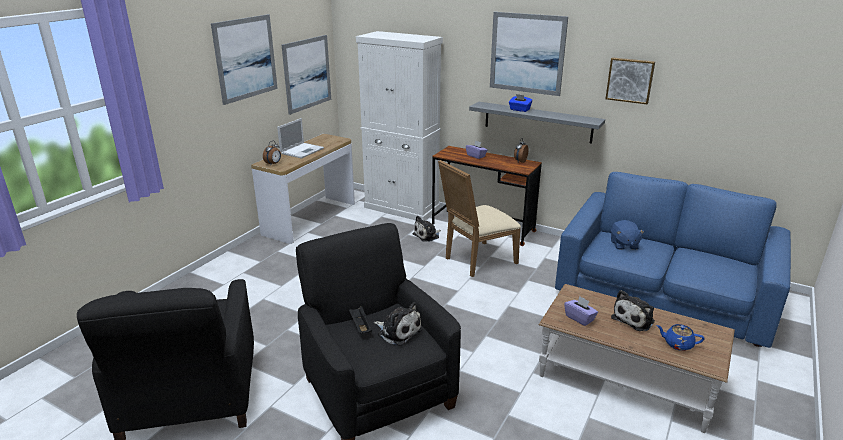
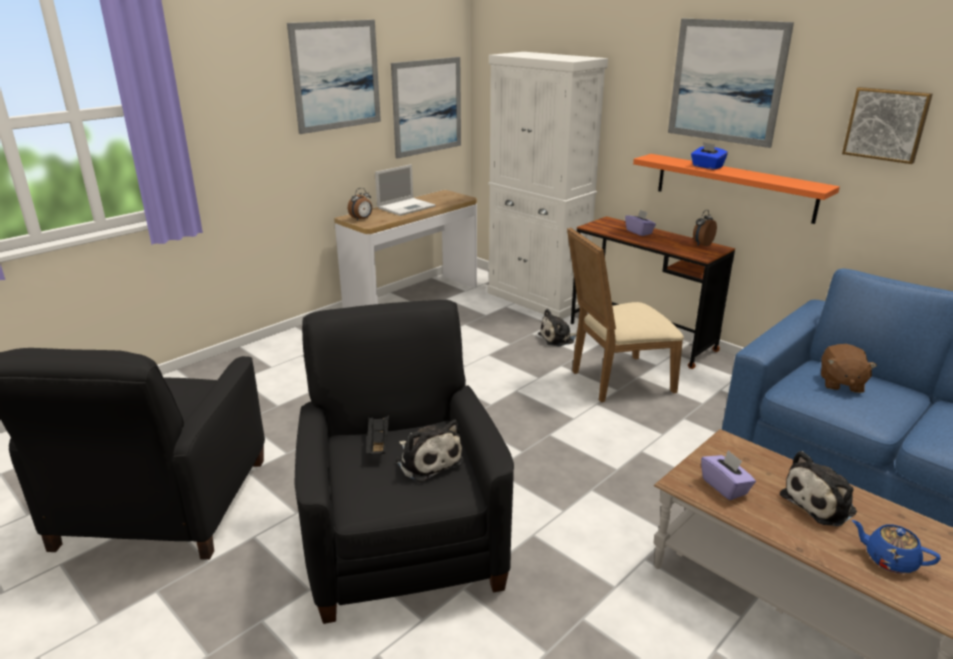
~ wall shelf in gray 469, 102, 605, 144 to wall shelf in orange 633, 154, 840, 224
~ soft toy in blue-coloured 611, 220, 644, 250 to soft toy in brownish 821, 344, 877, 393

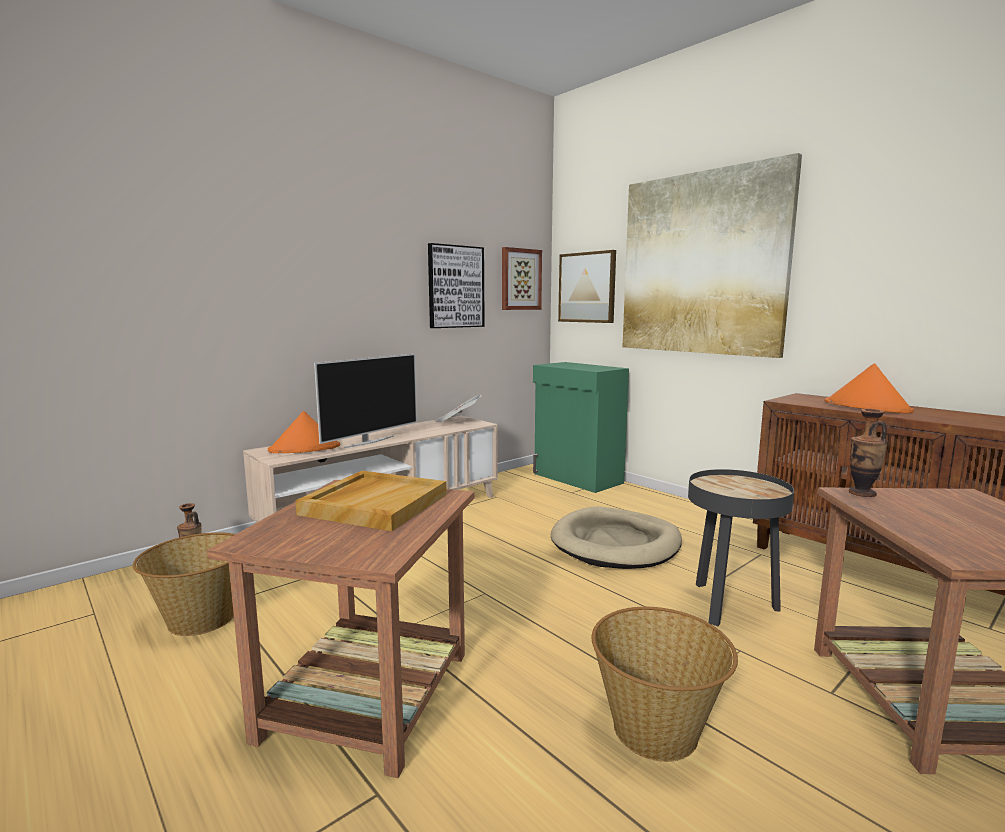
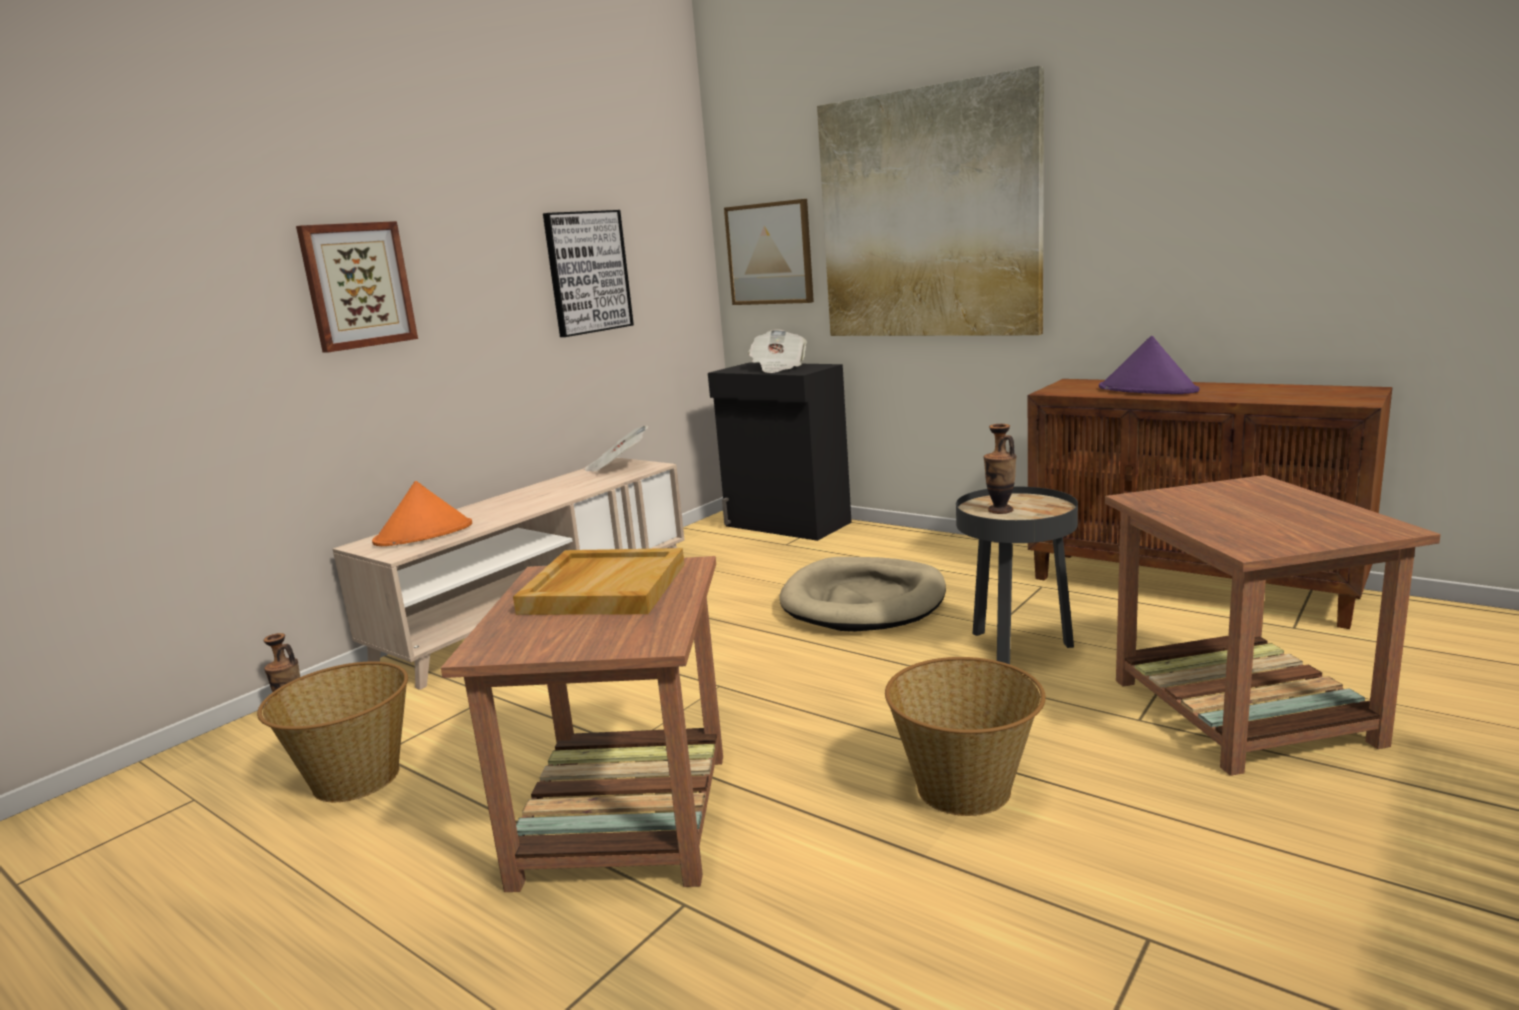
~ wall picture 502, 247, 542, 310 to 296, 221, 418, 353
~ cabinet in green-coloured 533, 362, 629, 493 to cabinet in black-coloured 708, 363, 852, 541
+ daily paper 748, 329, 807, 373
~ decorative vase 849, 409, 888, 497 to 984, 424, 1017, 514
~ clothing hat in orange 825, 363, 914, 413 to clothing hat in purple 1099, 336, 1199, 394
- TV 314, 354, 417, 448

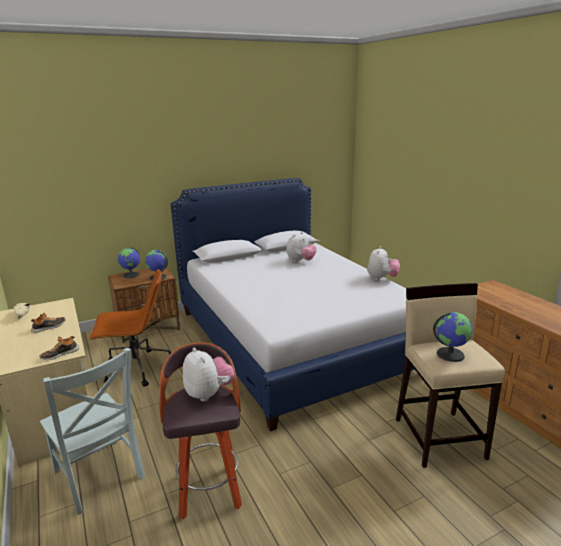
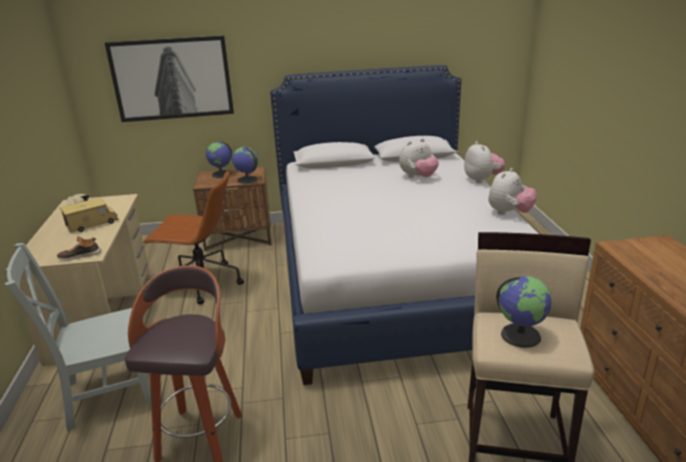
~ plain chair in gray 40, 348, 145, 515 = 5, 243, 151, 431 90 degrees clockwise
~ shoe 31, 313, 66, 332 to toy truck 60, 198, 118, 232
+ wall picture 105, 35, 234, 122
~ soft toy 183, 347, 234, 402 to 464, 141, 505, 183

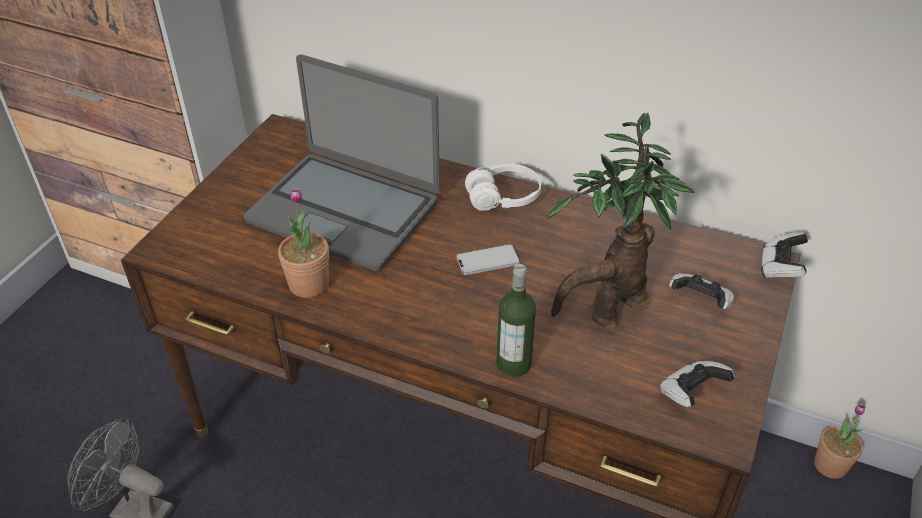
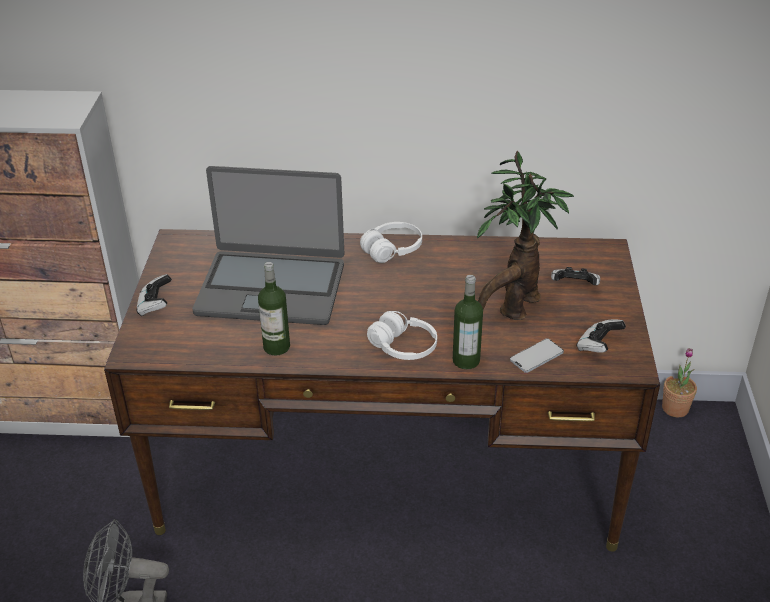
~ gamepad 761, 232, 808, 278 to 137, 274, 172, 316
~ houseplant 278, 188, 329, 298 to bottle 258, 262, 290, 355
+ pair of headphones in white 367, 311, 437, 360
~ handset 456, 244, 520, 275 to 510, 338, 564, 373

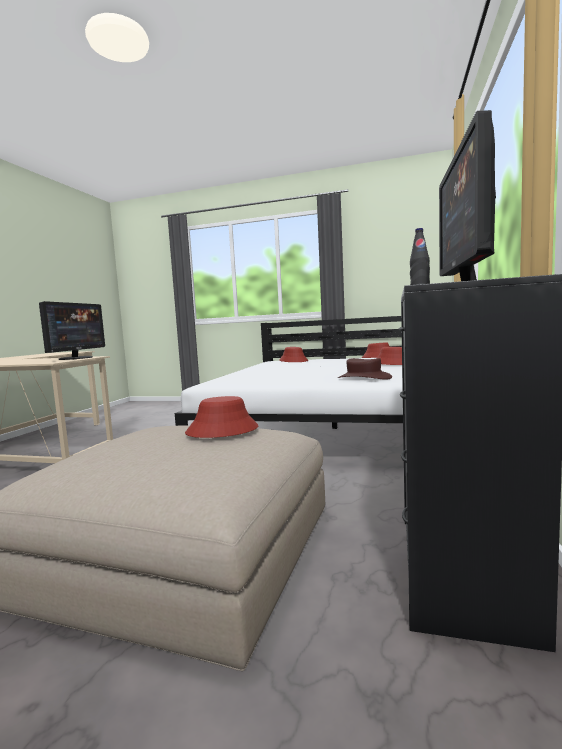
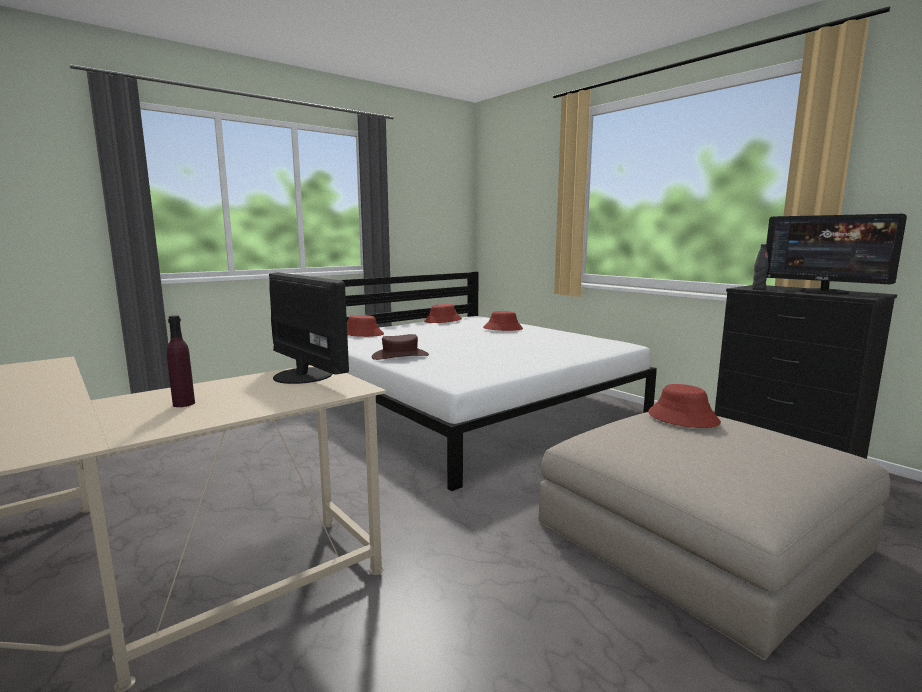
+ bottle in purple 167, 315, 195, 407
~ clothing hat in brownish 338, 358, 392, 379 to 372, 334, 429, 360

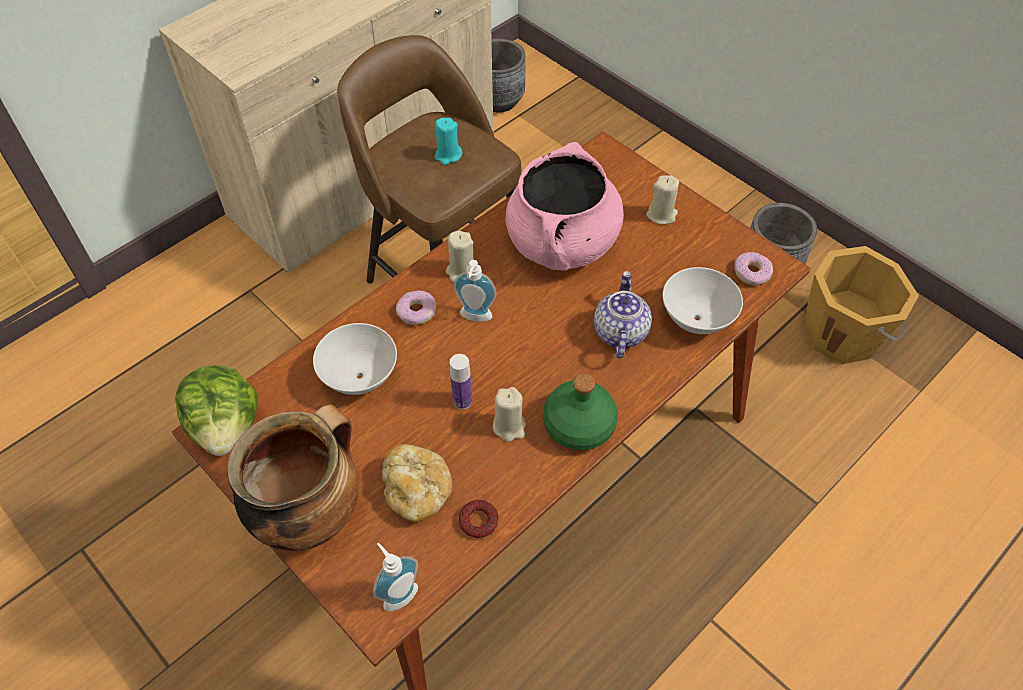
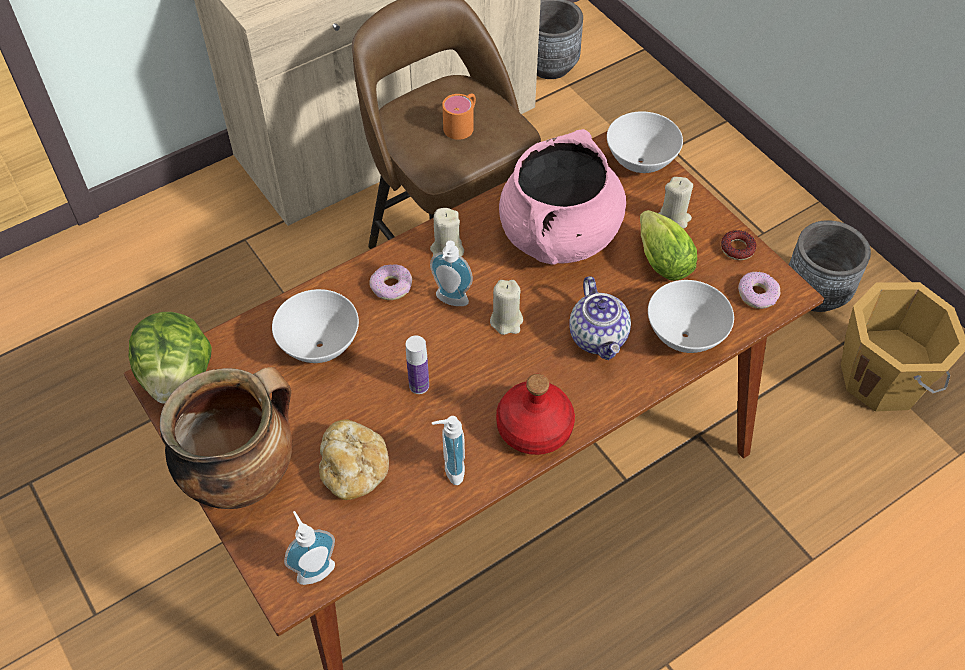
+ soap bottle 432, 416, 465, 485
~ wax candle in turquoise 435, 118, 462, 165 to coffee mug in orange 442, 93, 476, 140
~ wax candle in beige-coloured 493, 387, 526, 442 to 490, 280, 523, 335
~ bottle in green-coloured 543, 373, 618, 450 to bottle in red 496, 374, 575, 455
~ pot for tea 594, 271, 652, 358 = 569, 276, 631, 360 150 degrees clockwise
+ bowl in white 607, 111, 683, 173
+ head of lettuce 640, 210, 697, 281
~ ring doughnut 459, 500, 499, 539 to 721, 230, 757, 260

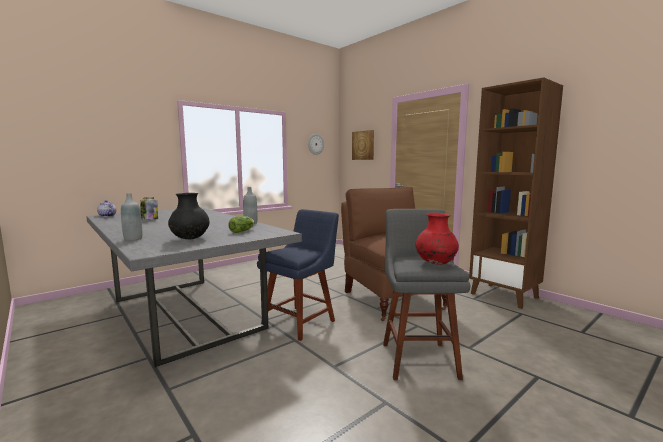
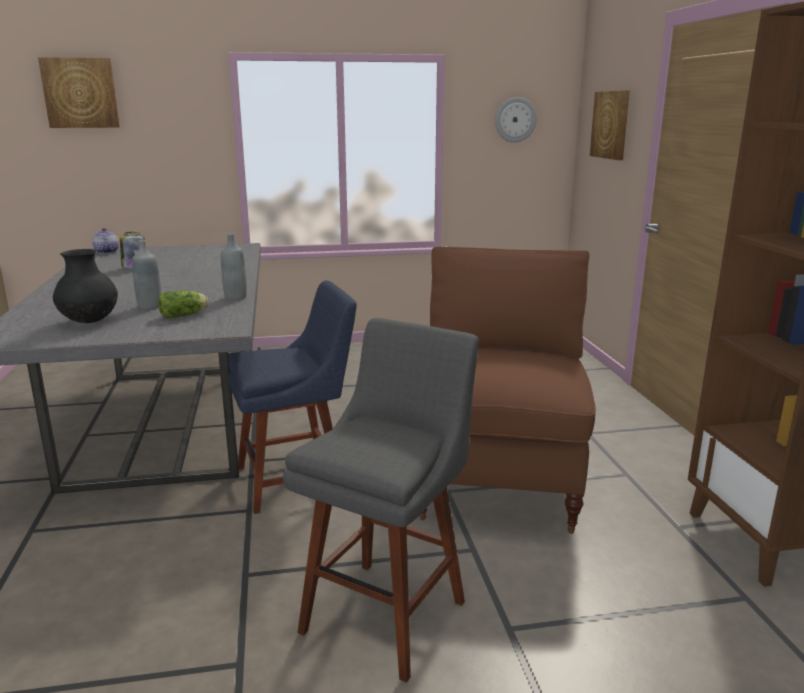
+ wall picture 38, 57, 120, 128
~ bottle in gray 121, 193, 142, 241 to 132, 240, 161, 309
- decorative vase in red 415, 213, 459, 265

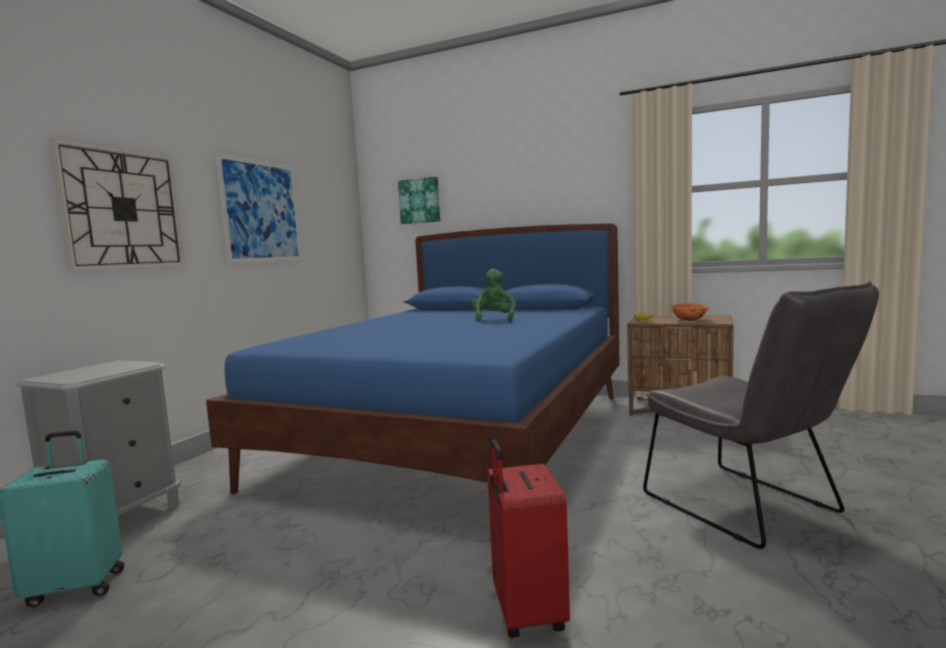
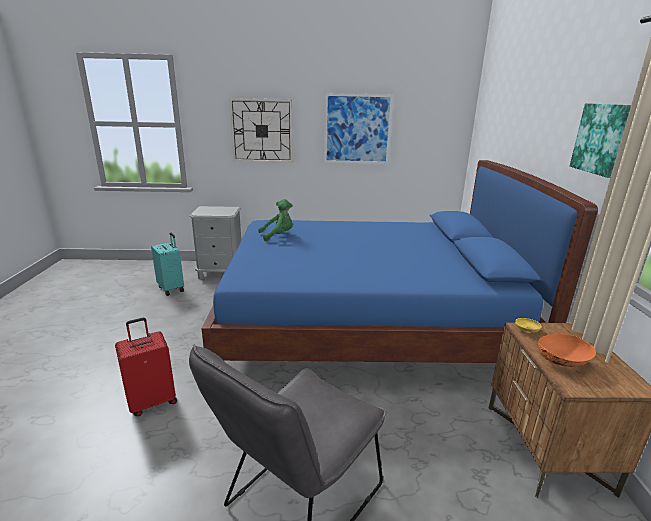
~ soft toy in green-coloured 471, 269, 516, 322 to 258, 199, 293, 241
~ wall picture 398, 177, 440, 224 to 570, 103, 631, 178

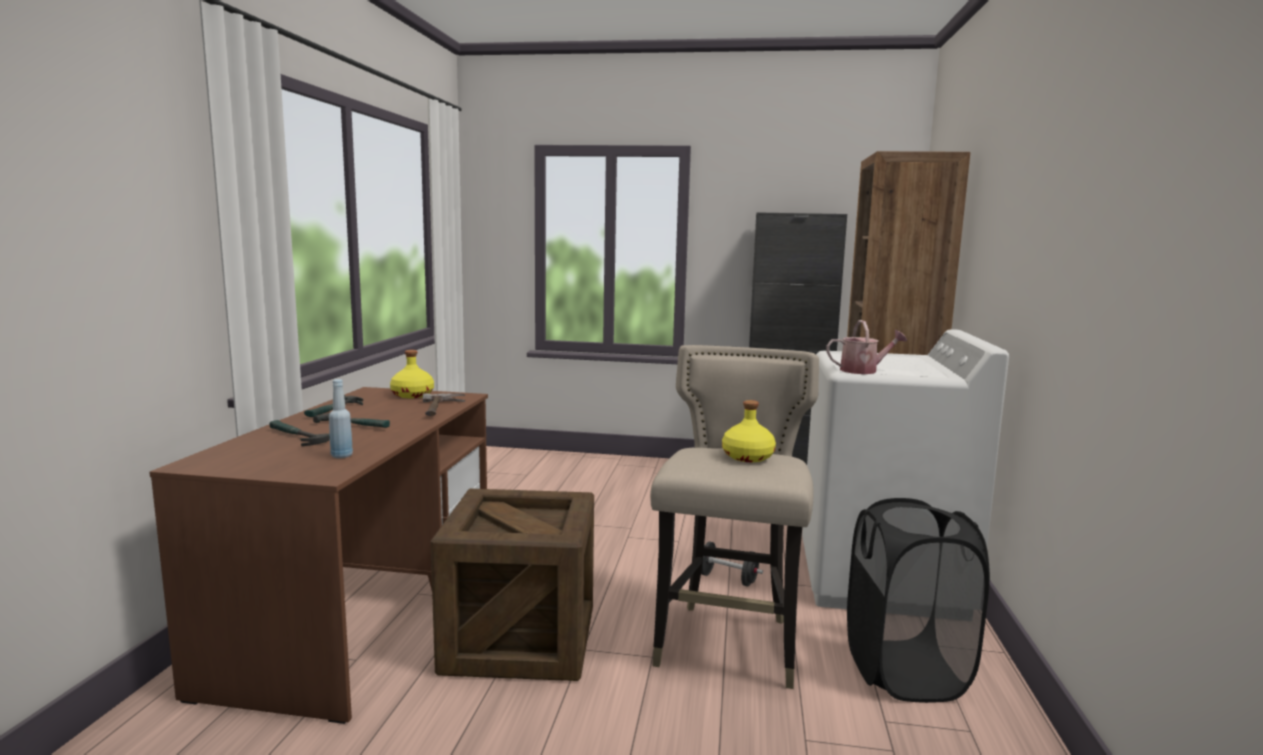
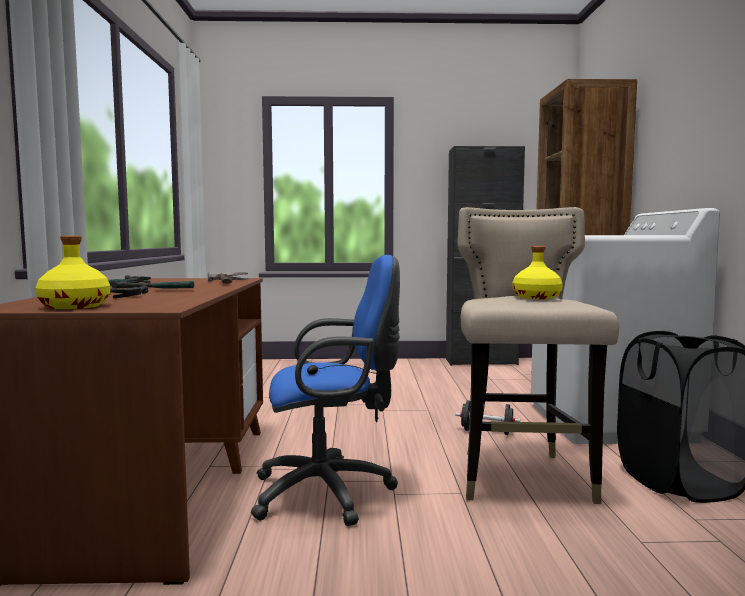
~ bottle in yellow-coloured 390, 350, 434, 398 to 36, 235, 110, 309
~ shipping crate 430, 489, 594, 681 to desk chair in blue-coloured 251, 255, 400, 526
- bottle in blue-coloured 329, 379, 353, 458
- sprinkling can 826, 320, 907, 374

